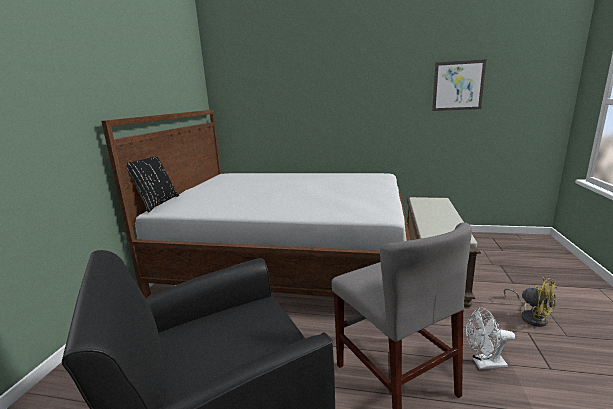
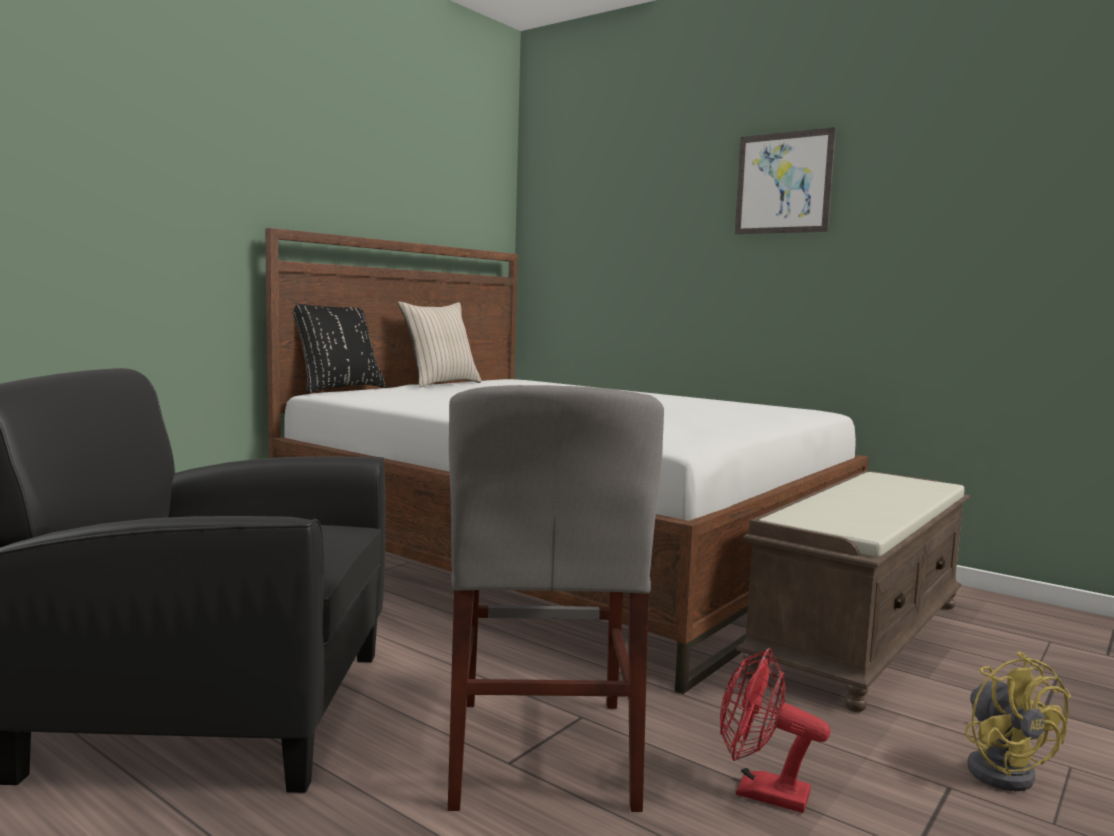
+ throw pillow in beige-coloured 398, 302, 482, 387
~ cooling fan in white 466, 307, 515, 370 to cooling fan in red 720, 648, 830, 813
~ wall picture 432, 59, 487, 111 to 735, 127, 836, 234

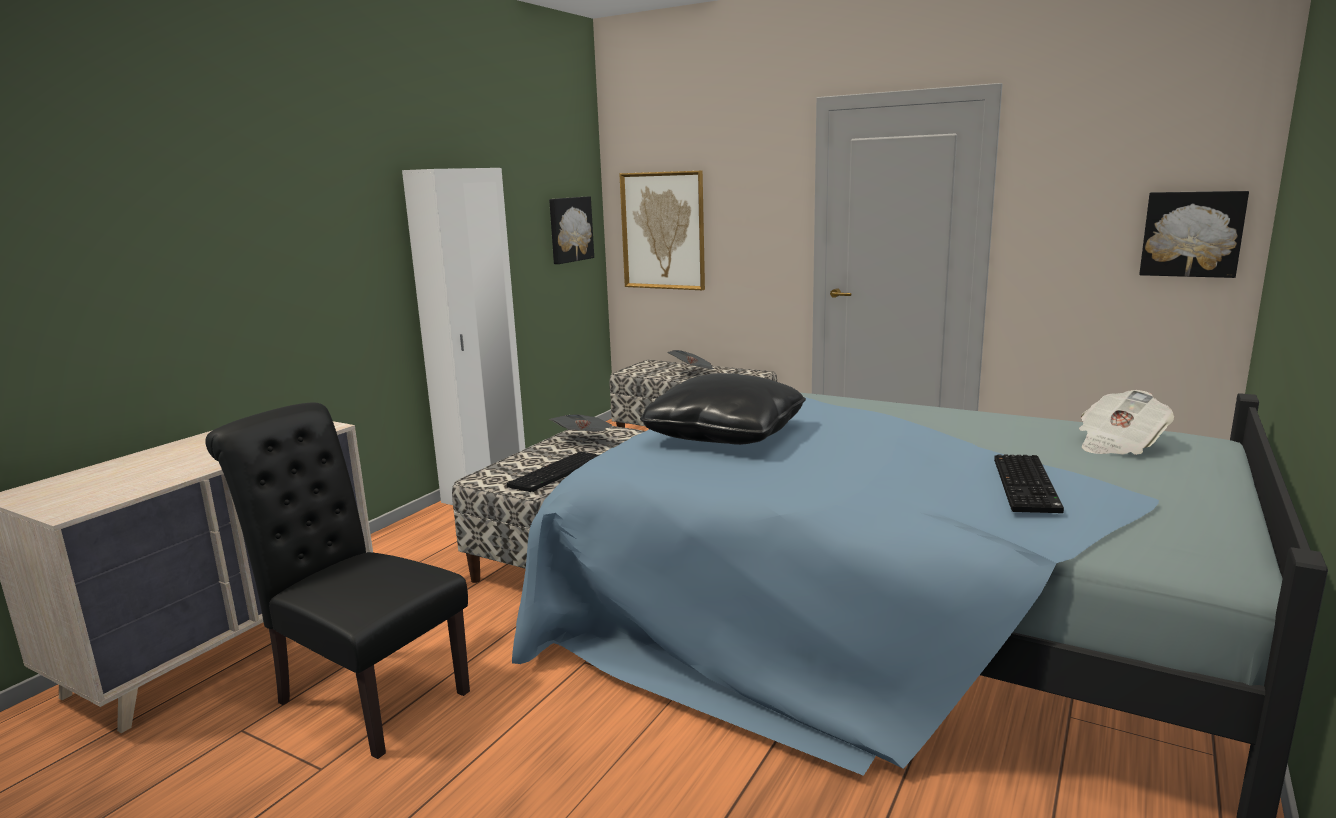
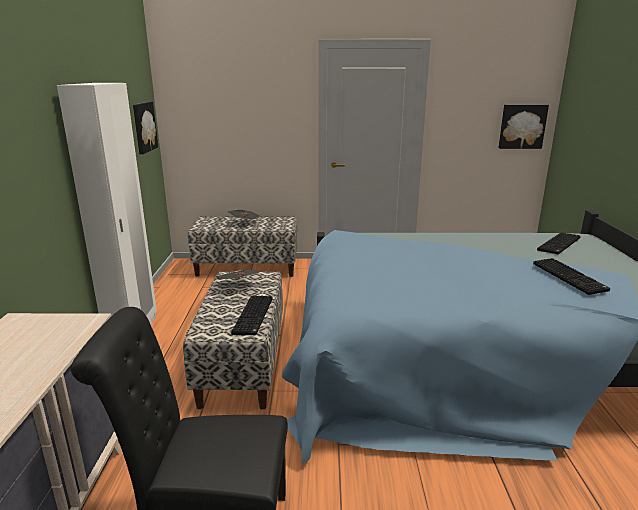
~ daily paper 1079, 390, 1174, 455 to computer keyboard 537, 232, 581, 255
- wall picture 619, 171, 705, 290
- throw pillow in black-coloured 640, 373, 806, 445

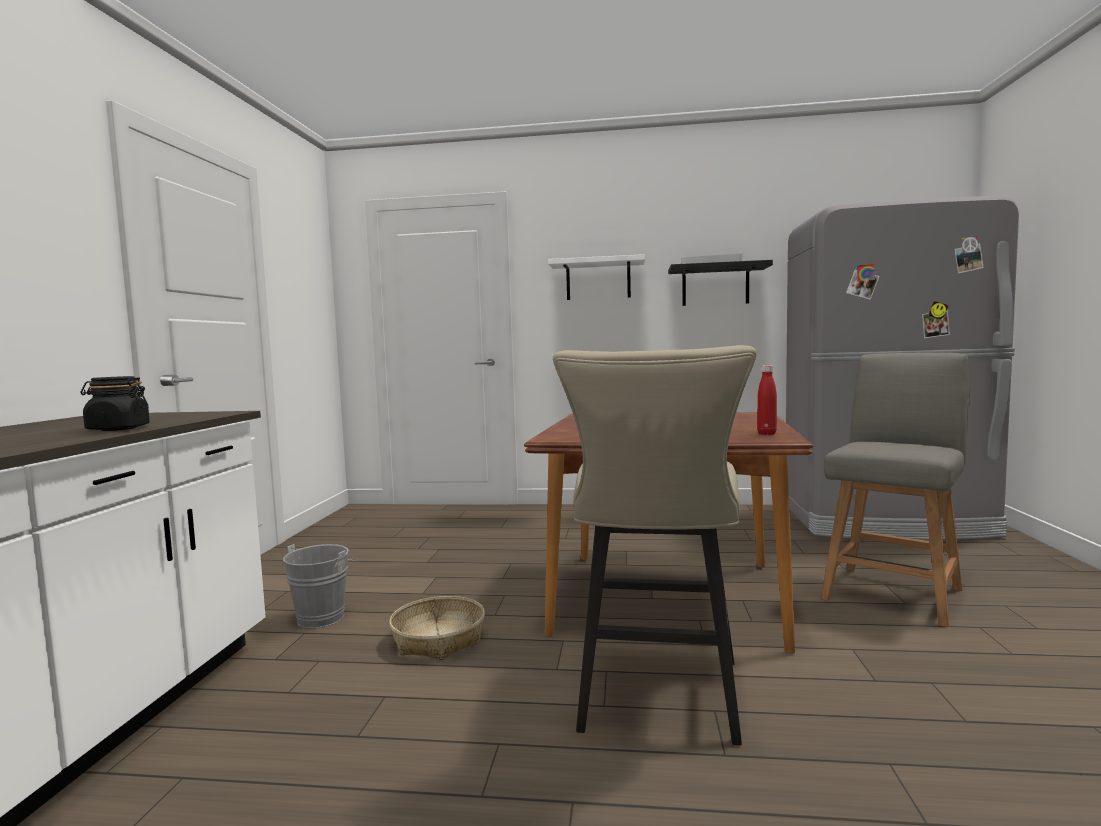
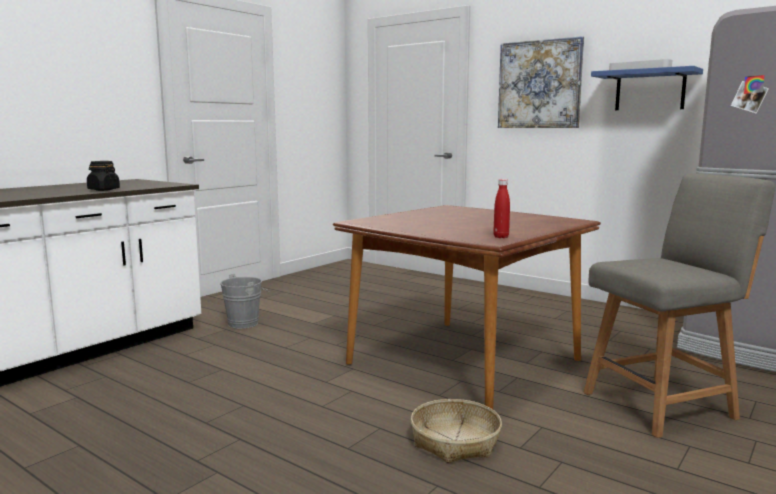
~ basket 389, 596, 485, 660 to 411, 399, 502, 463
~ wall shelf in white 548, 254, 645, 300 to wall picture 498, 36, 584, 128
~ wall shelf in black-coloured 668, 260, 773, 306 to wall shelf in blue-coloured 591, 66, 703, 110
- stool seat in beige-coloured 553, 345, 757, 746

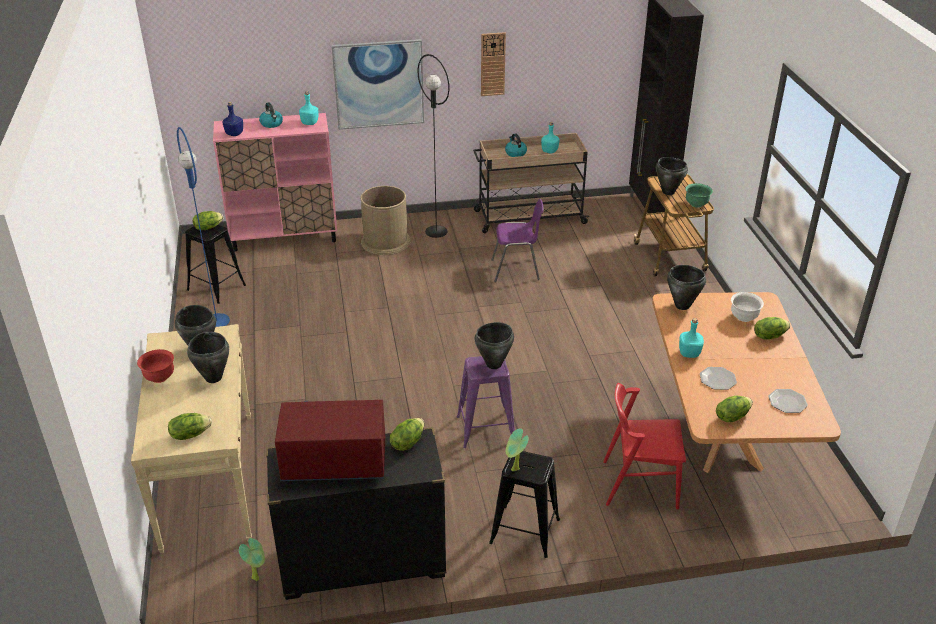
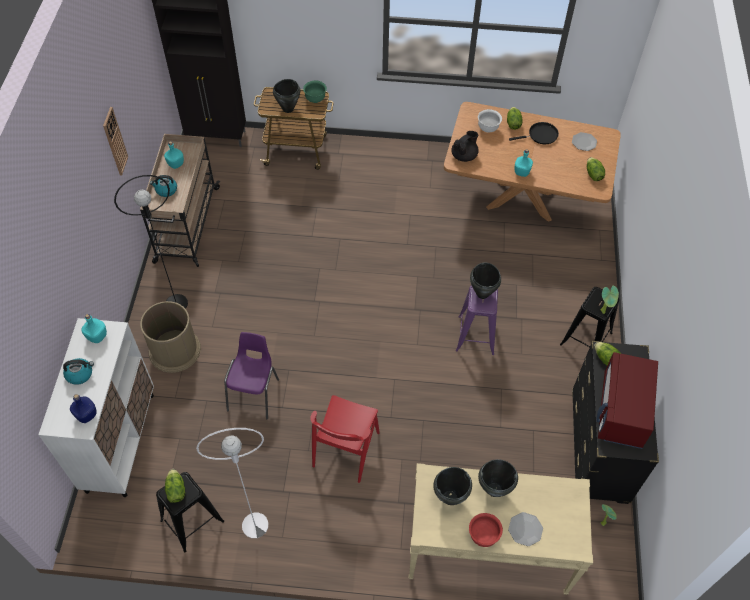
~ cabinet in pink-coloured 213, 113, 337, 252 to cabinet in white 38, 318, 154, 497
~ standing lamp in blue-coloured 177, 127, 230, 327 to standing lamp in white 196, 428, 268, 538
~ plain chair in purple 491, 199, 544, 282 to 224, 332, 279, 420
~ plain chair in red 603, 383, 686, 510 to 310, 395, 380, 483
~ cooking pot in black-coloured 667, 265, 706, 310 to pot for tea in black-coloured 451, 131, 479, 162
~ plate 700, 367, 737, 390 to 508, 512, 543, 546
+ pan in black-coloured 509, 122, 559, 144
- head of lettuce 168, 413, 212, 440
- wall picture 332, 39, 424, 130

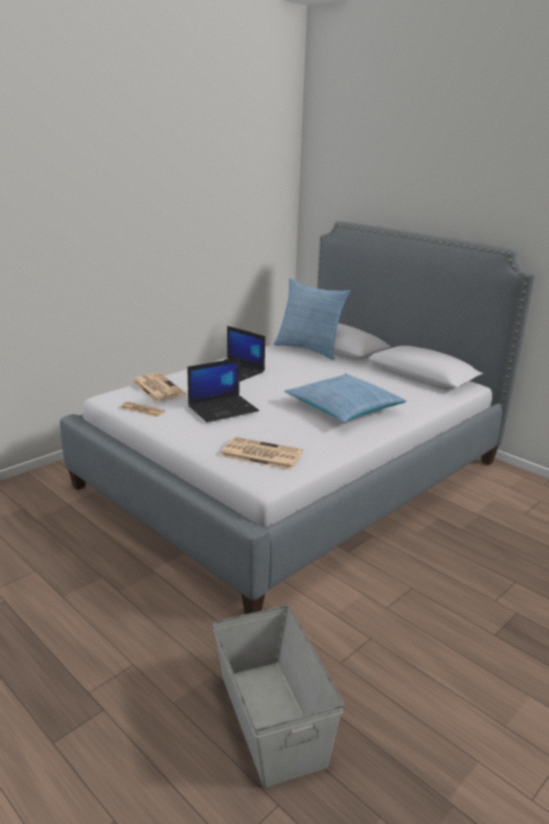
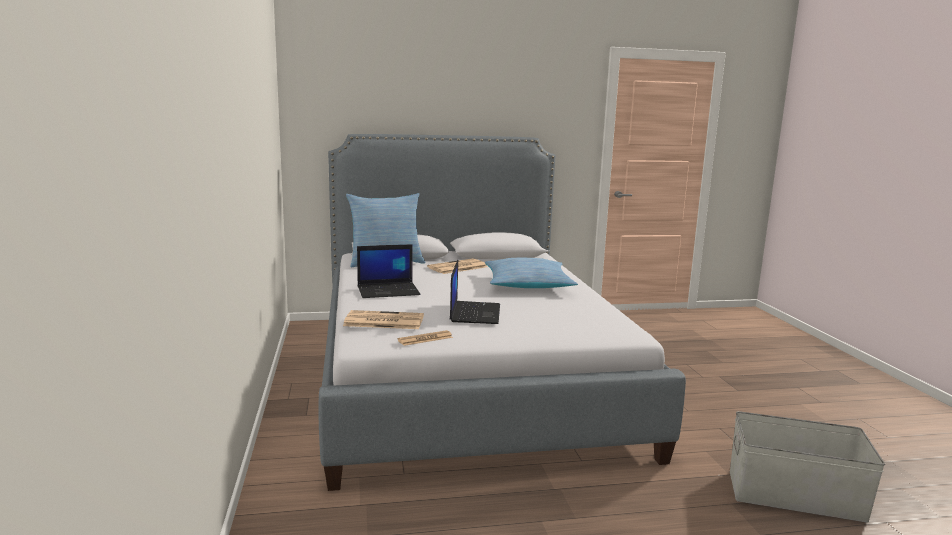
~ daily paper 220, 437, 303, 470 to 427, 258, 487, 274

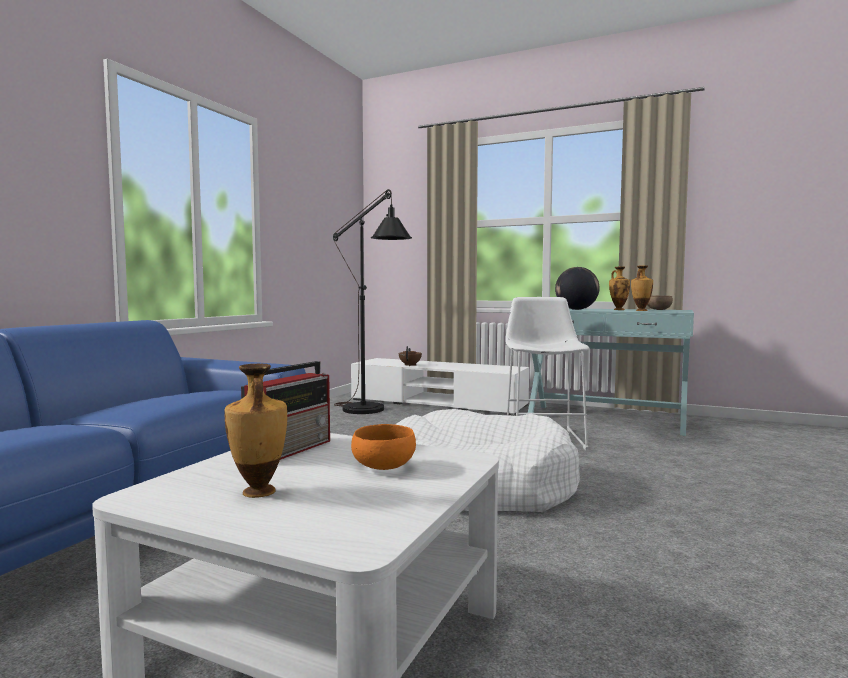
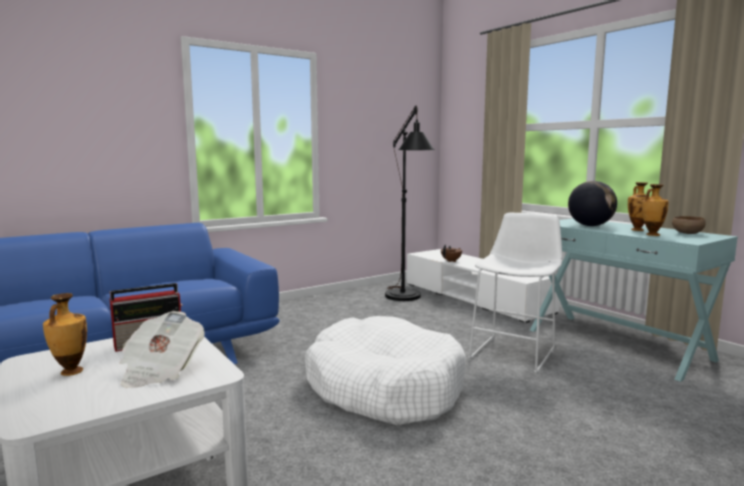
~ bowl in orange 351, 424, 416, 470 to daily paper 119, 311, 205, 388

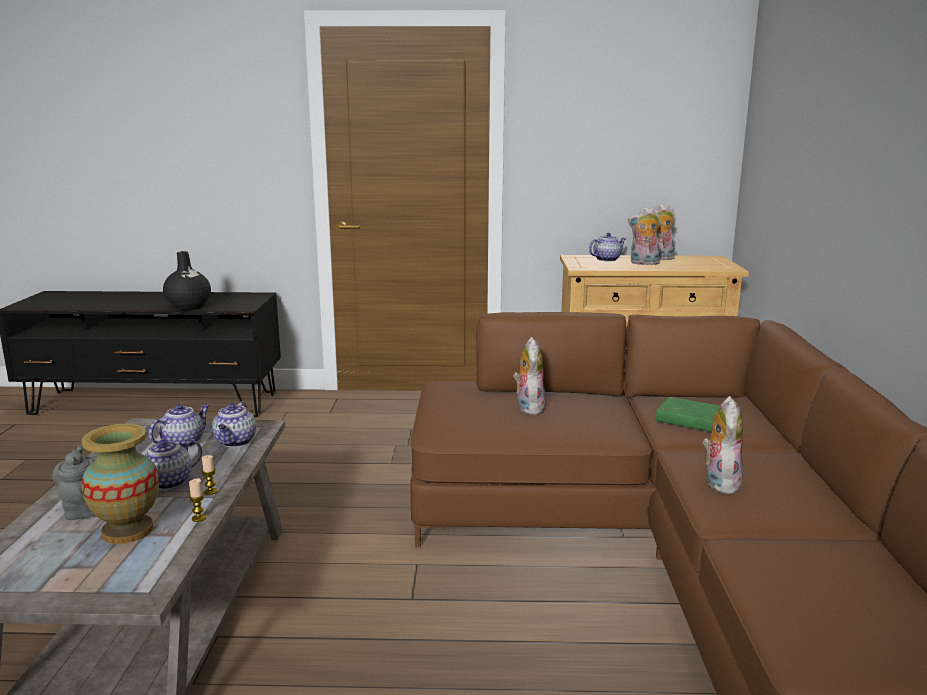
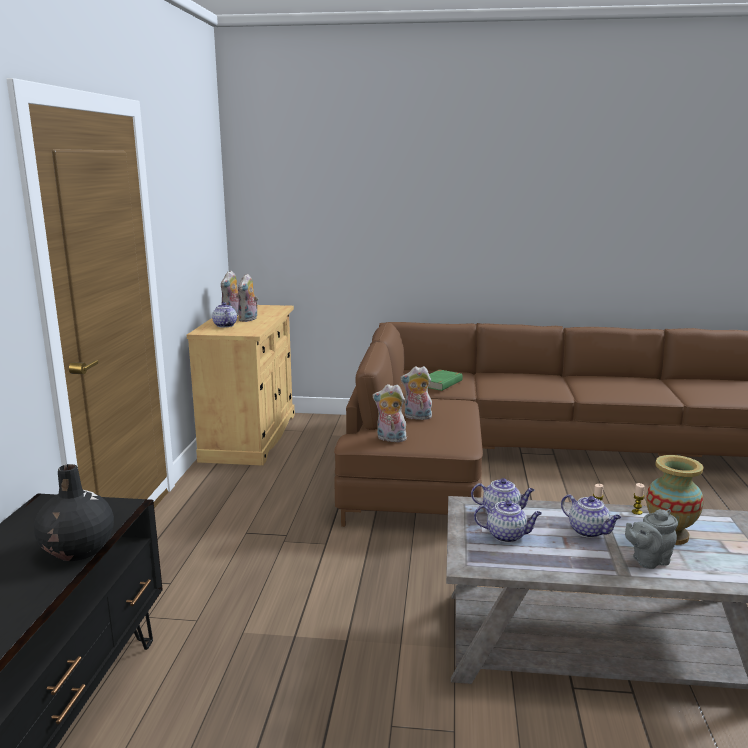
~ soft toy 702, 396, 743, 494 to 373, 384, 407, 442
~ pot for tea 149, 404, 210, 447 = 474, 500, 542, 543 150 degrees clockwise

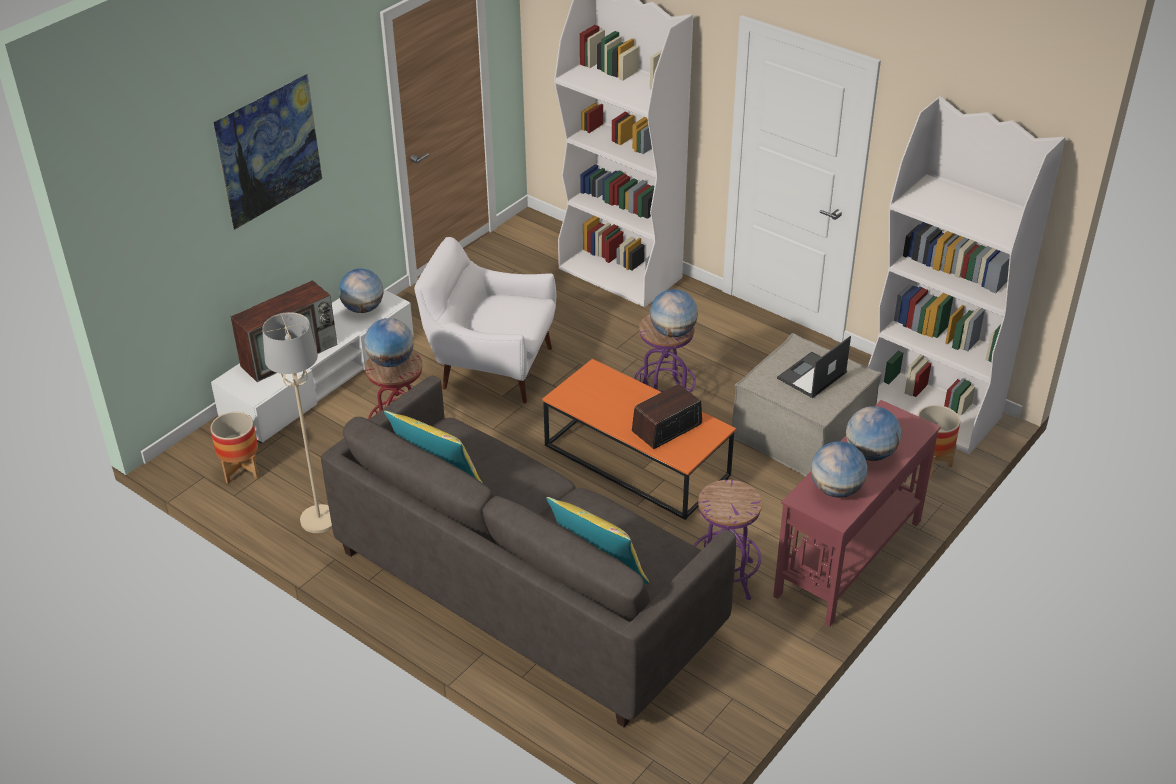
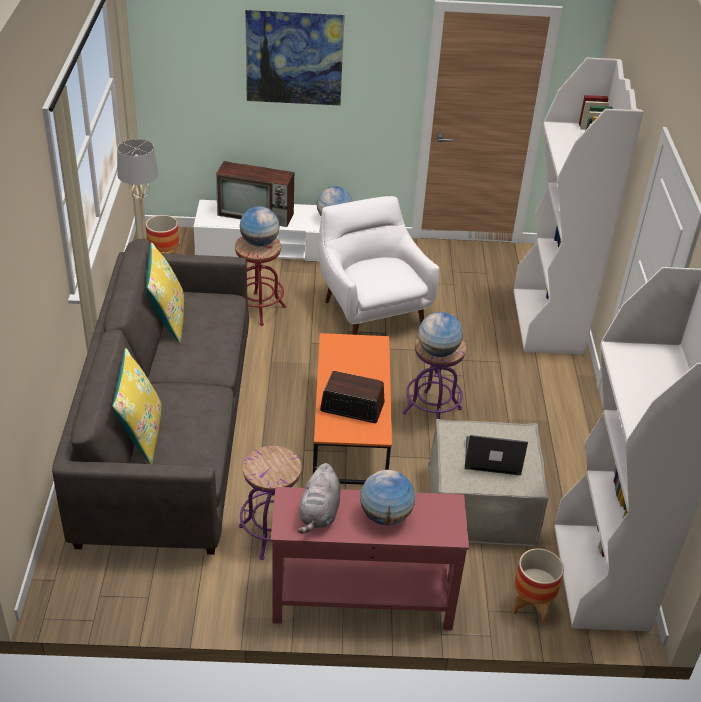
~ globe 811, 441, 868, 498 to soft toy in gray 298, 463, 341, 534

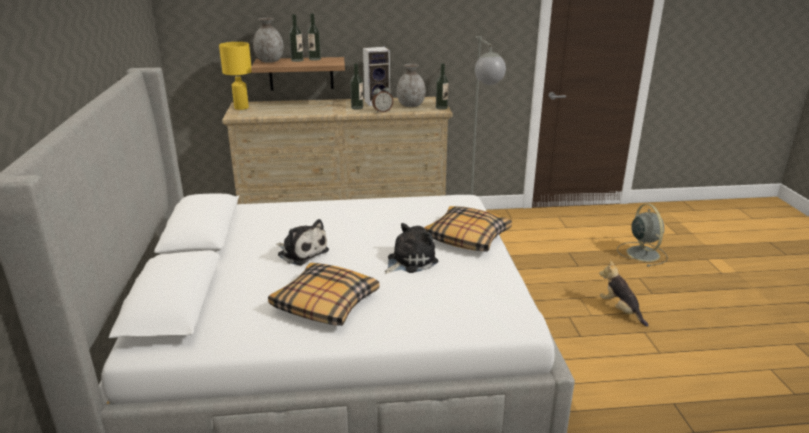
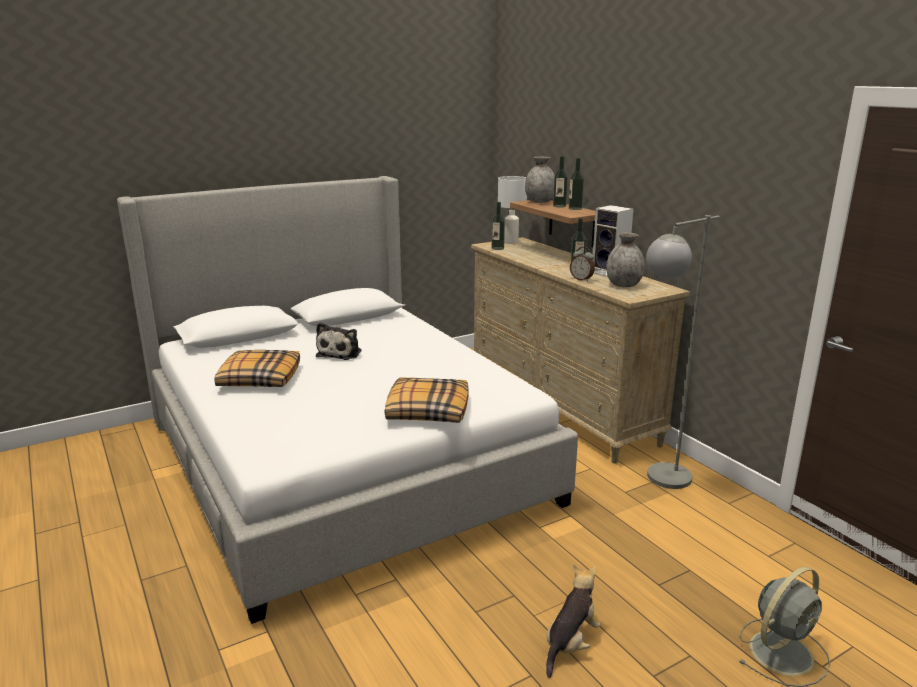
~ bottle 436, 63, 449, 110 to 492, 202, 505, 250
~ table lamp in yellow-coloured 219, 42, 252, 110 to table lamp in white 498, 176, 527, 244
- soft toy 385, 223, 438, 274

